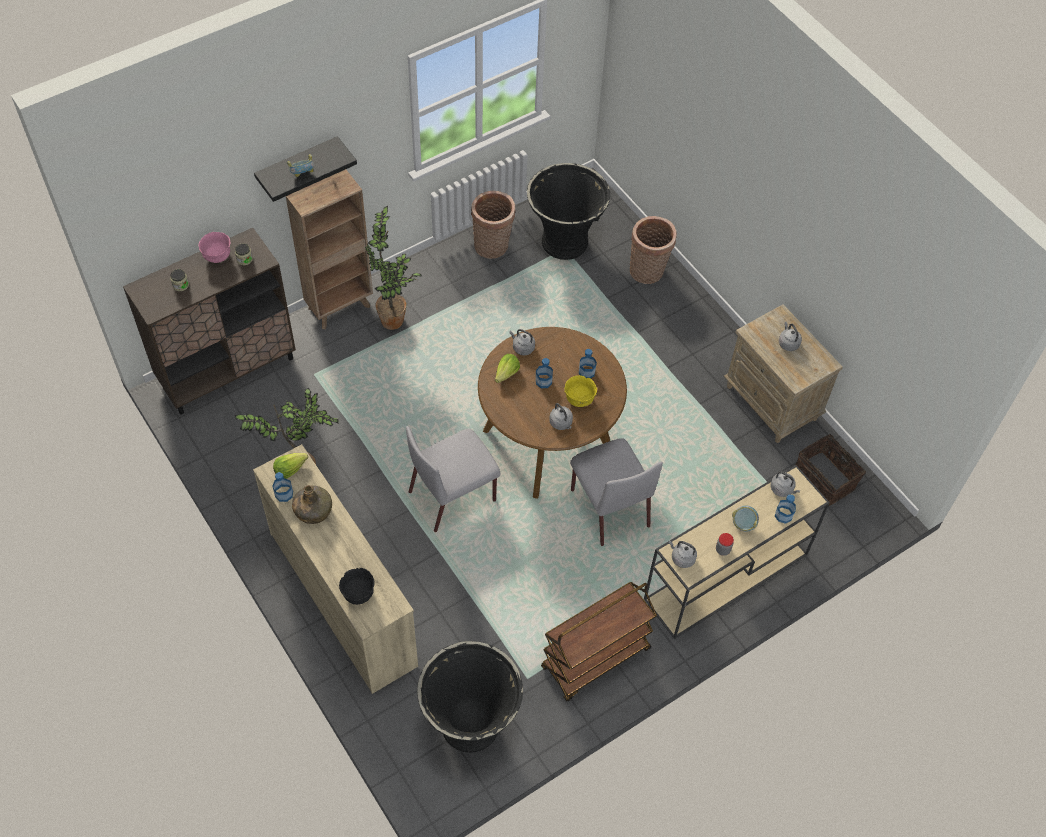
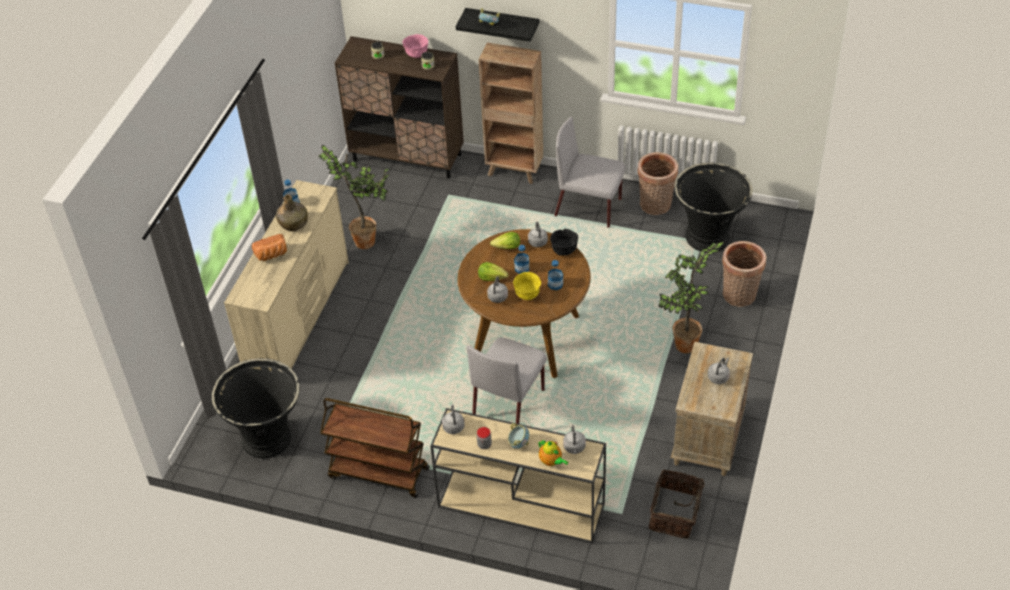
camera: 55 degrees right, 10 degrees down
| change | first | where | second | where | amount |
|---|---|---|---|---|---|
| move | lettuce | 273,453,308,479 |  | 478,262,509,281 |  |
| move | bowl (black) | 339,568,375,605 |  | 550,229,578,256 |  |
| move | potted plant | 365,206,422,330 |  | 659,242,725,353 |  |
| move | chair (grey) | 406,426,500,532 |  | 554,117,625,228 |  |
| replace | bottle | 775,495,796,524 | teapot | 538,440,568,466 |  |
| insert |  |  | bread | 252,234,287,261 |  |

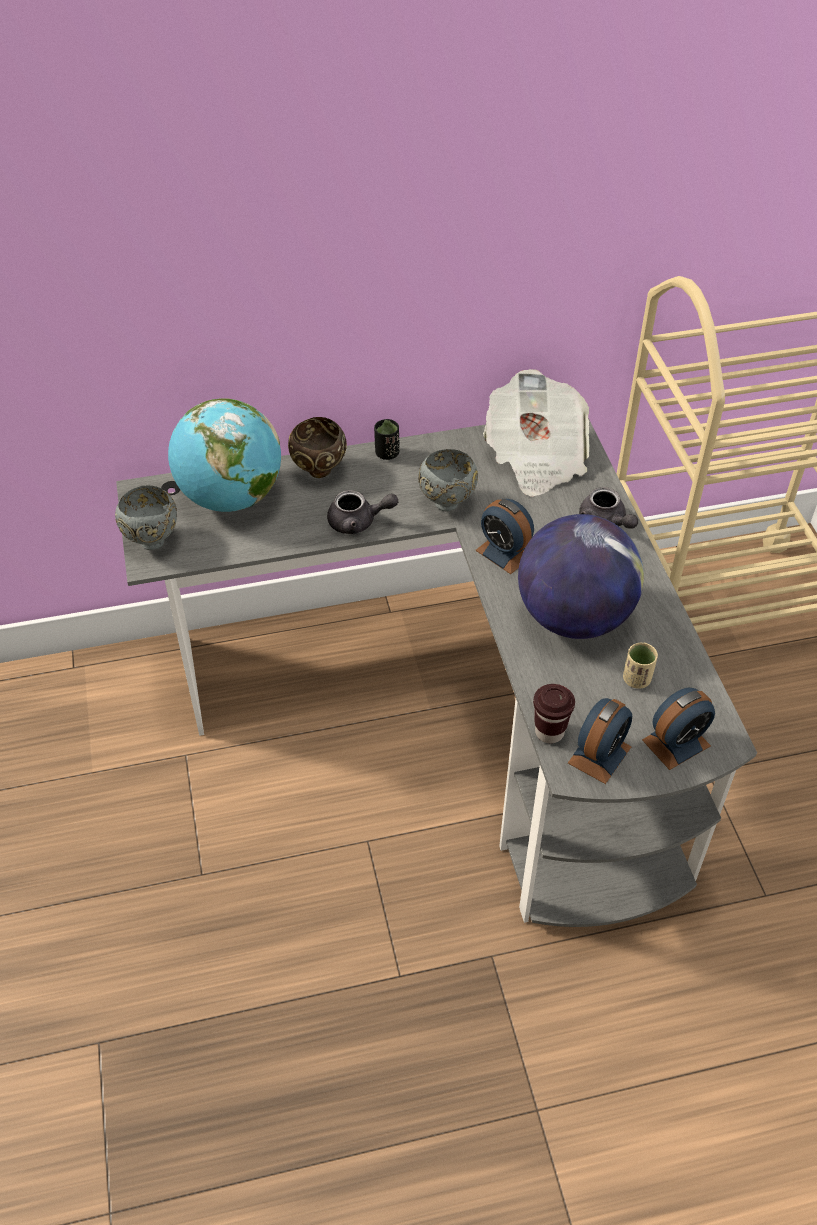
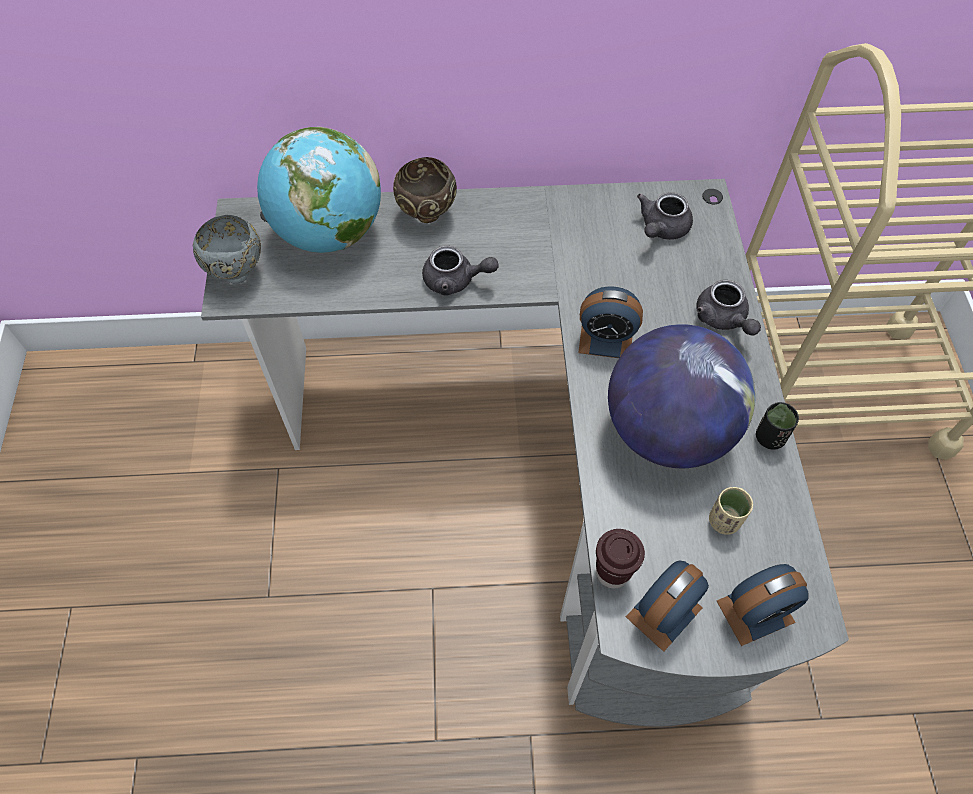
camera: 10 degrees right, 10 degrees up
| change | first | where | second | where | amount |
|---|---|---|---|---|---|
| move | cup (black) | 374,419,399,460 |  | 756,402,799,450 |  |
| delete | bowl (grey) | 418,449,478,512 |  |  |  |
| rotate | alarm clock | 475,499,534,574 |  | 578,286,643,358 | 45 degrees counterclockwise |
| replace | newspaper | 483,369,590,497 | teapot (grey) | 637,192,693,240 |  |

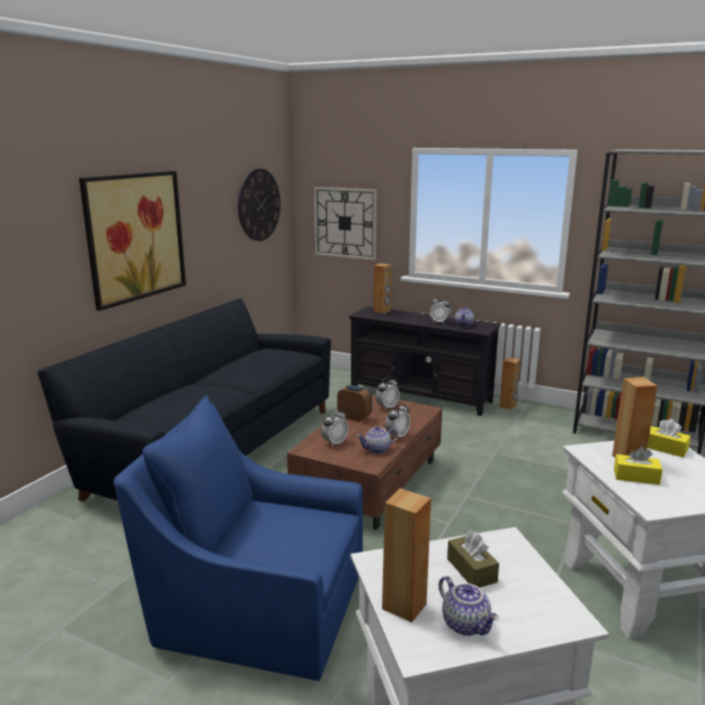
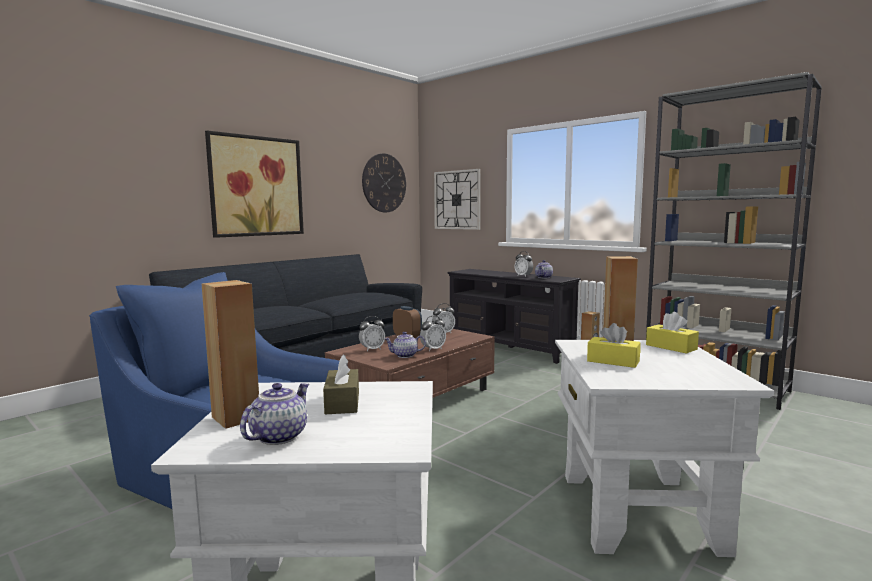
camera: 15 degrees right, 10 degrees down
| change | first | where | second | where | amount |
|---|---|---|---|---|---|
| delete | speaker (brown) | 373,263,391,314 |  |  |  |
| rotate | teapot | 439,576,498,636 |  | 240,383,309,445 | 135 degrees counterclockwise |

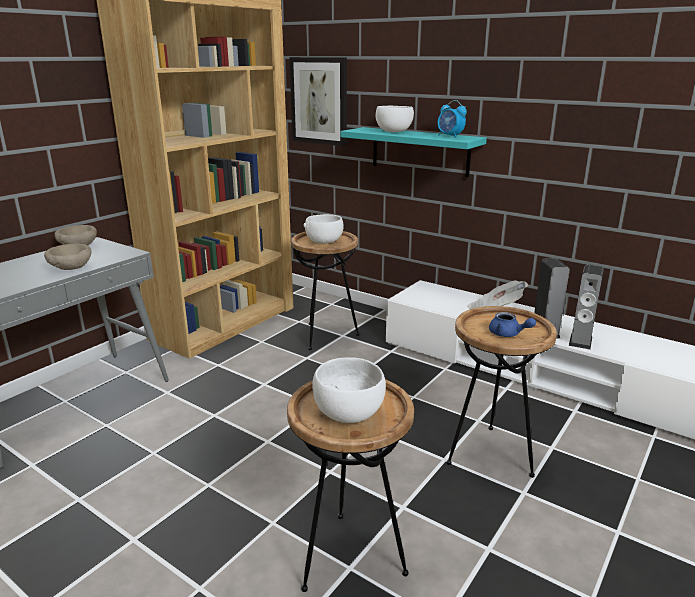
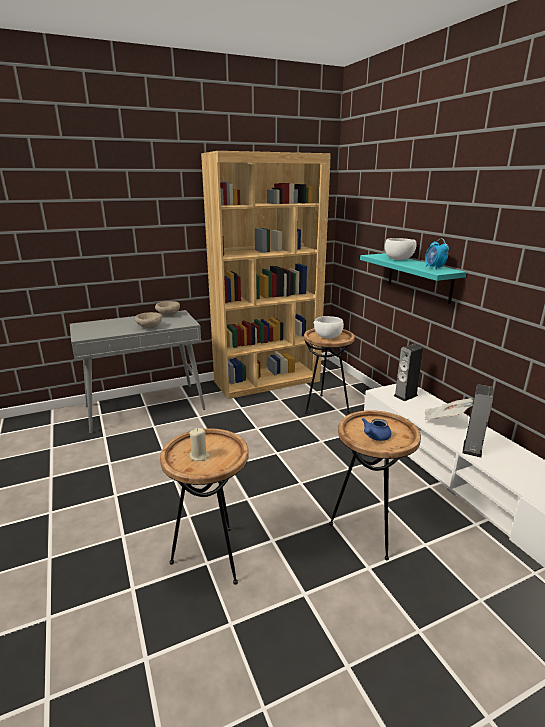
camera: 30 degrees right, 0 degrees up
| change | first | where | second | where | amount |
|---|---|---|---|---|---|
| delete | picture | 289,57,347,146 |  |  |  |
| replace | bowl (white) | 312,357,386,423 | candle (beige) | 189,428,210,461 |  |
| rotate | teapot (blue) | 489,312,536,337 |  | 362,418,391,441 | 60 degrees clockwise |
| move | speaker | 569,265,603,350 |  | 394,344,423,401 |  |

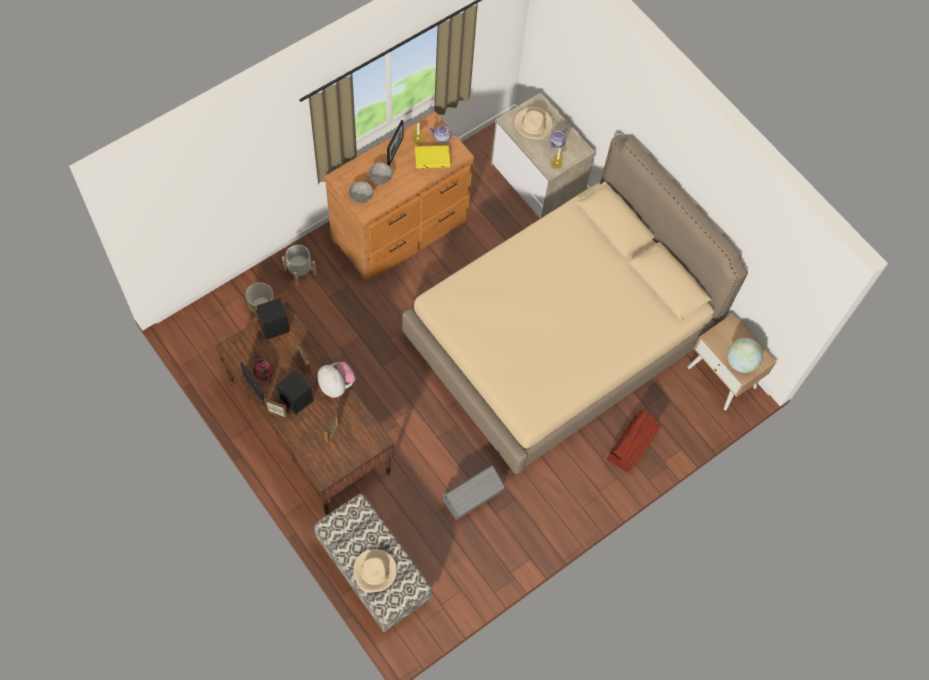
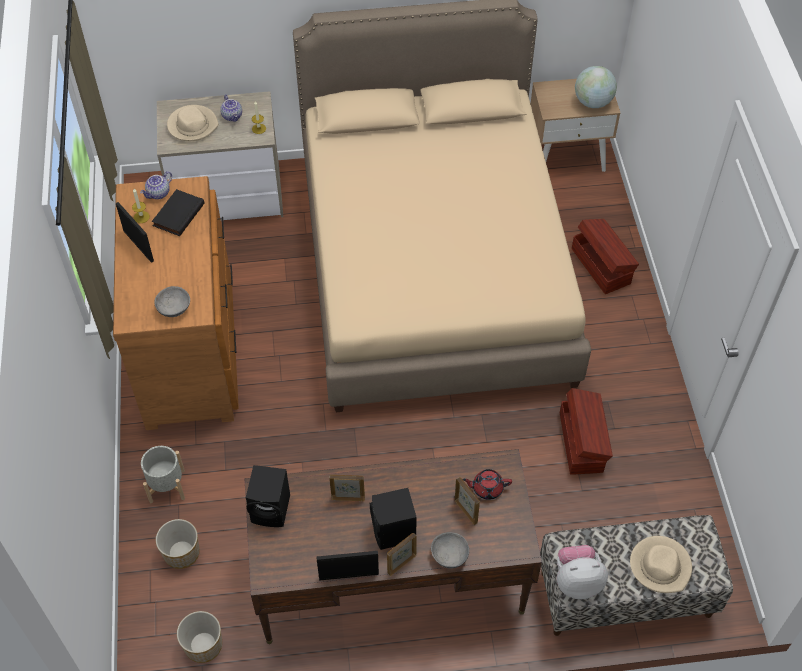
camera: 55 degrees left, 10 degrees down
| change | first | where | second | where | amount |
|---|---|---|---|---|---|
| move | teapot (red) | 253,352,274,381 |  | 462,469,512,500 |  |
| move | plush toy | 317,362,356,398 |  | 557,545,608,599 |  |
| move | bowl (grey) | 369,163,393,185 |  | 431,532,469,569 |  |
| recolor | book (yellow) | 415,145,450,169 | book (black) | 152,189,204,236 |  |
| recolor | storage box (grey) | 443,465,505,520 | storage box (brown) | 560,388,613,475 |  |
| insert |  |  | planter | 177,611,222,663 |  |

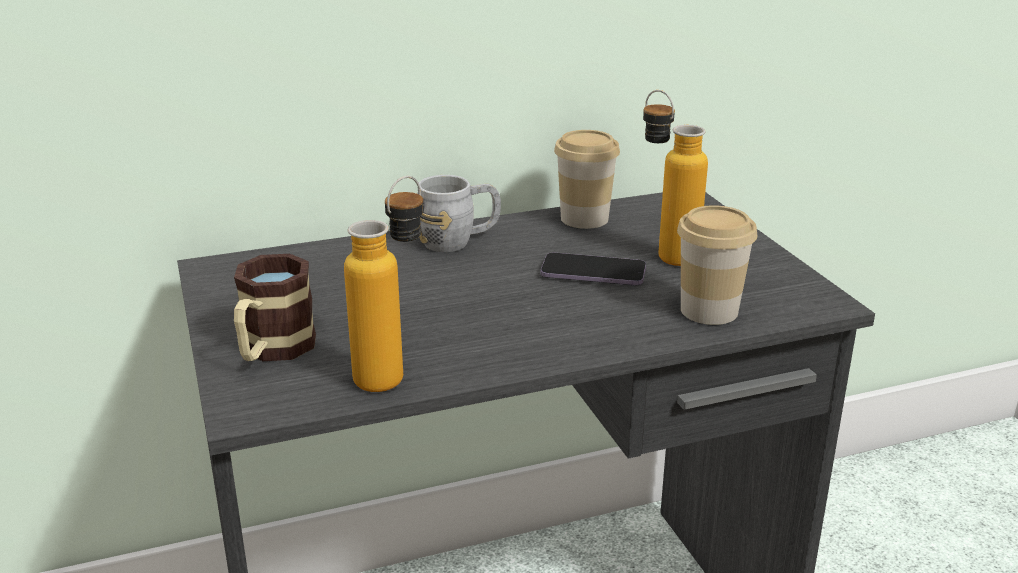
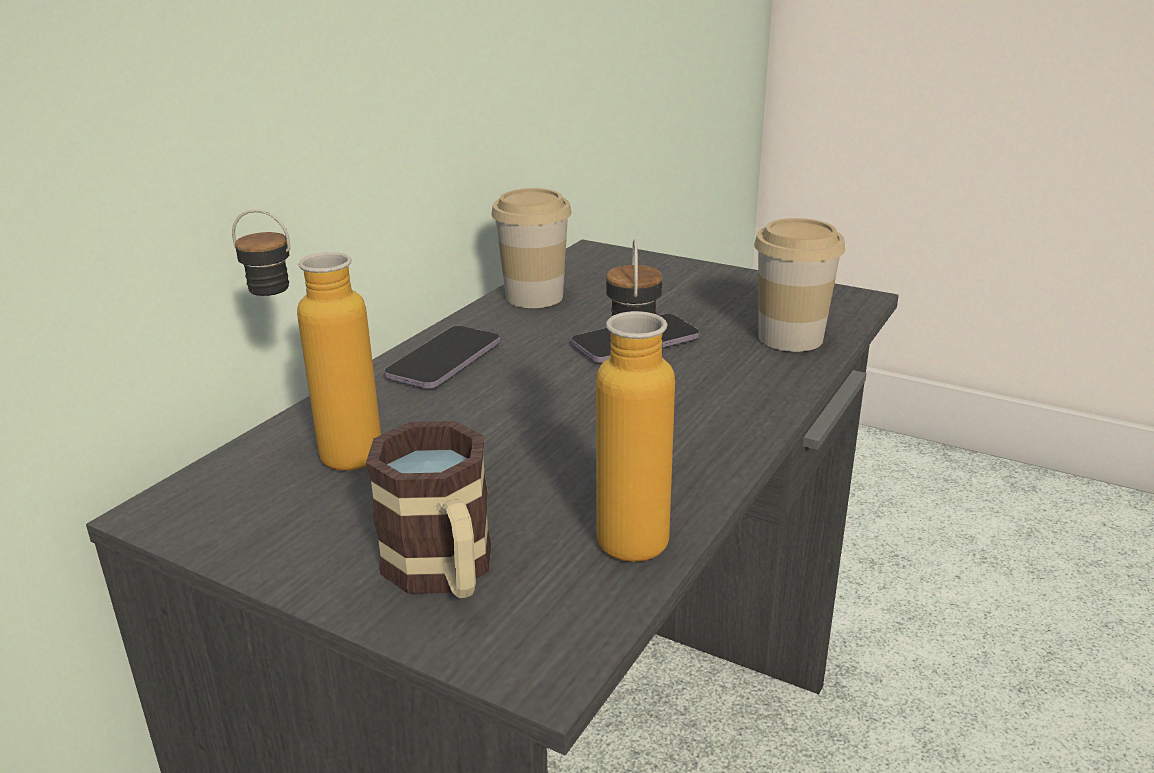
camera: 40 degrees left, 0 degrees up
| change | first | where | second | where | amount |
|---|---|---|---|---|---|
| replace | mug (grey) | 418,175,501,252 | phone | 384,326,500,388 |  |
| move | bottle | 643,90,708,266 |  | 232,209,381,471 |  |

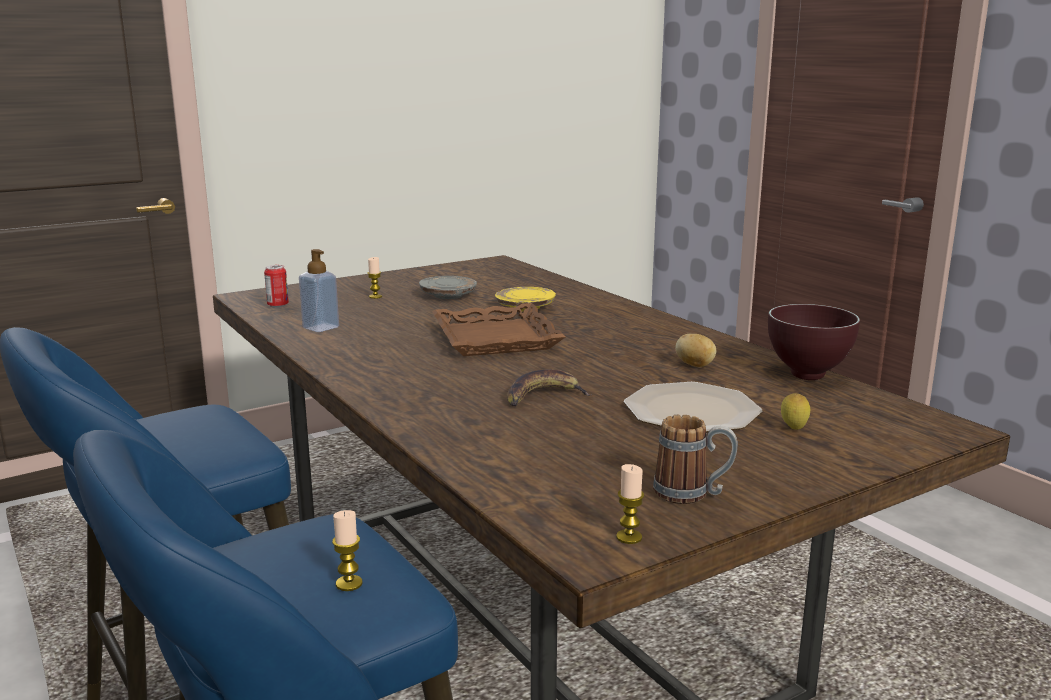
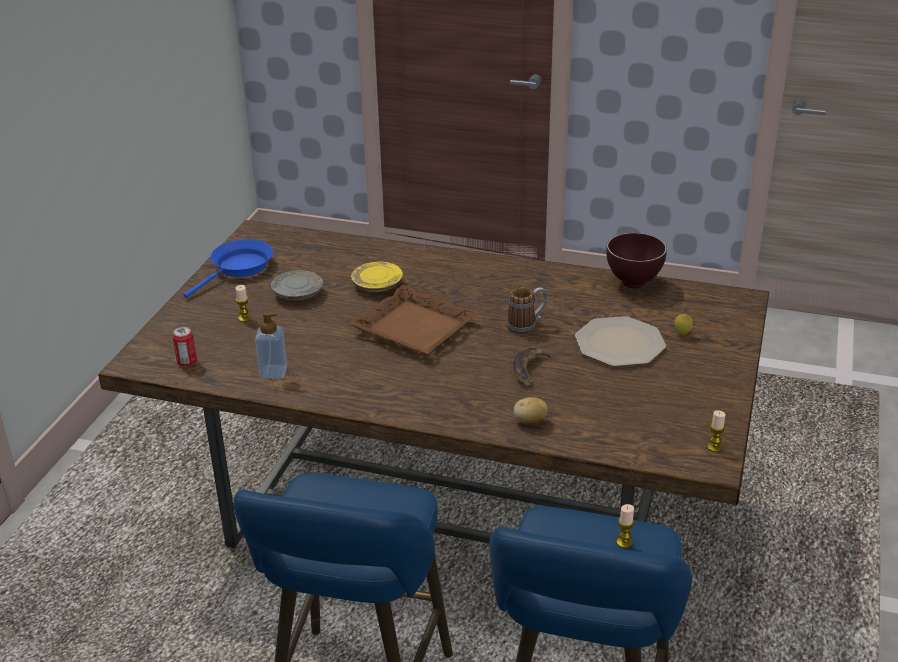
camera: 40 degrees left, 15 degrees up
| change | first | where | second | where | amount |
|---|---|---|---|---|---|
| move | mug | 653,415,738,504 |  | 507,287,548,334 |  |
| move | potato | 675,334,716,367 |  | 513,397,548,423 |  |
| insert |  |  | frying pan (blue) | 183,239,273,298 |  |

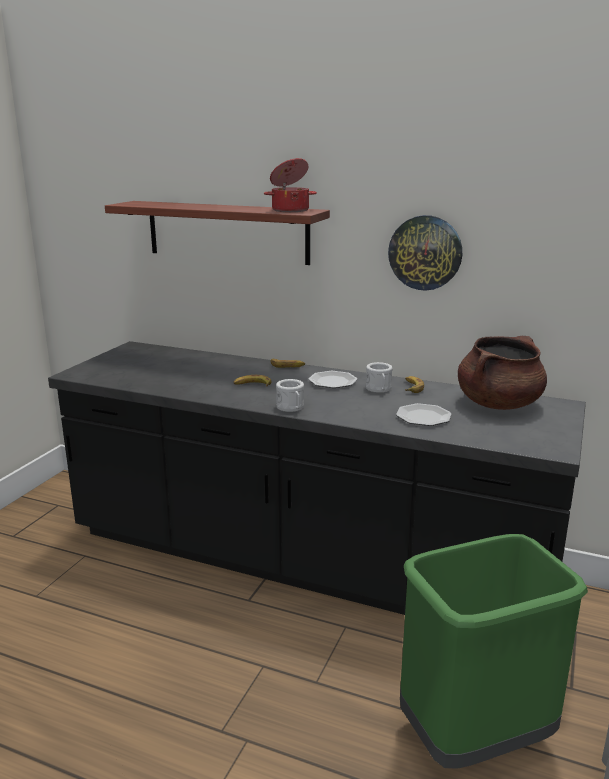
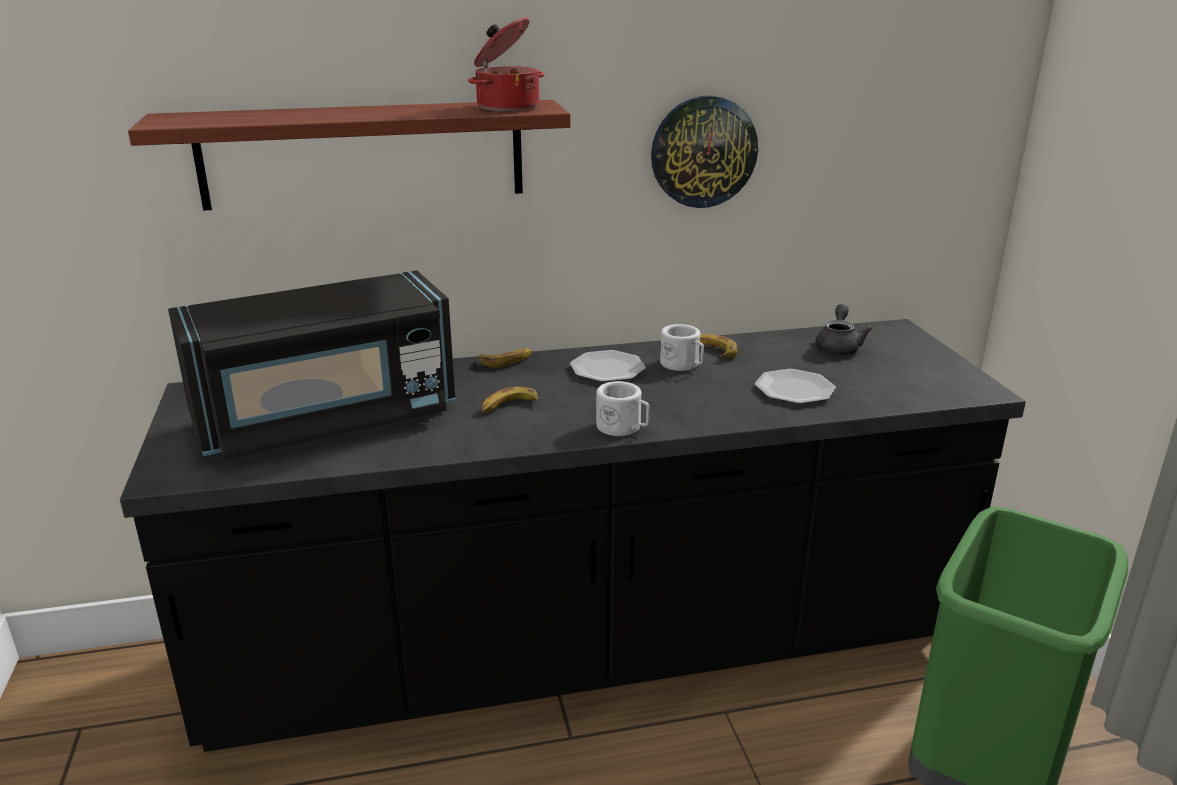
camera: 35 degrees left, 5 degrees up
| change | first | where | second | where | amount |
|---|---|---|---|---|---|
| replace | cooking pot (brown) | 458,336,547,410 | teapot (grey) | 815,304,873,355 |  |
| insert |  |  | microwave (black) | 168,270,456,459 |  |

